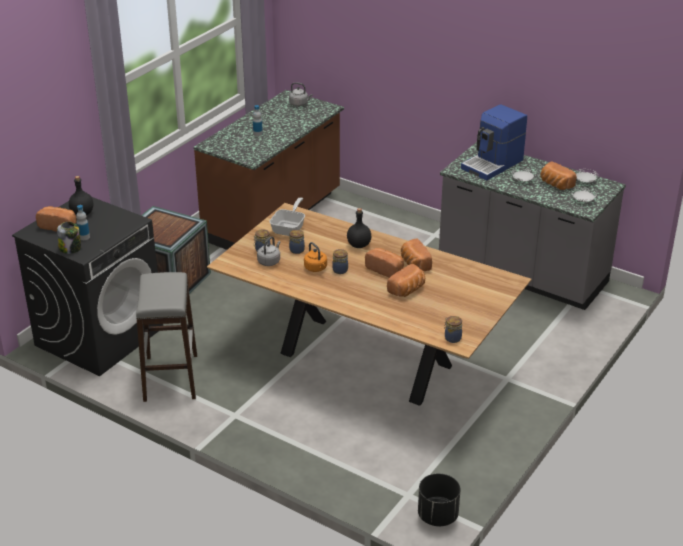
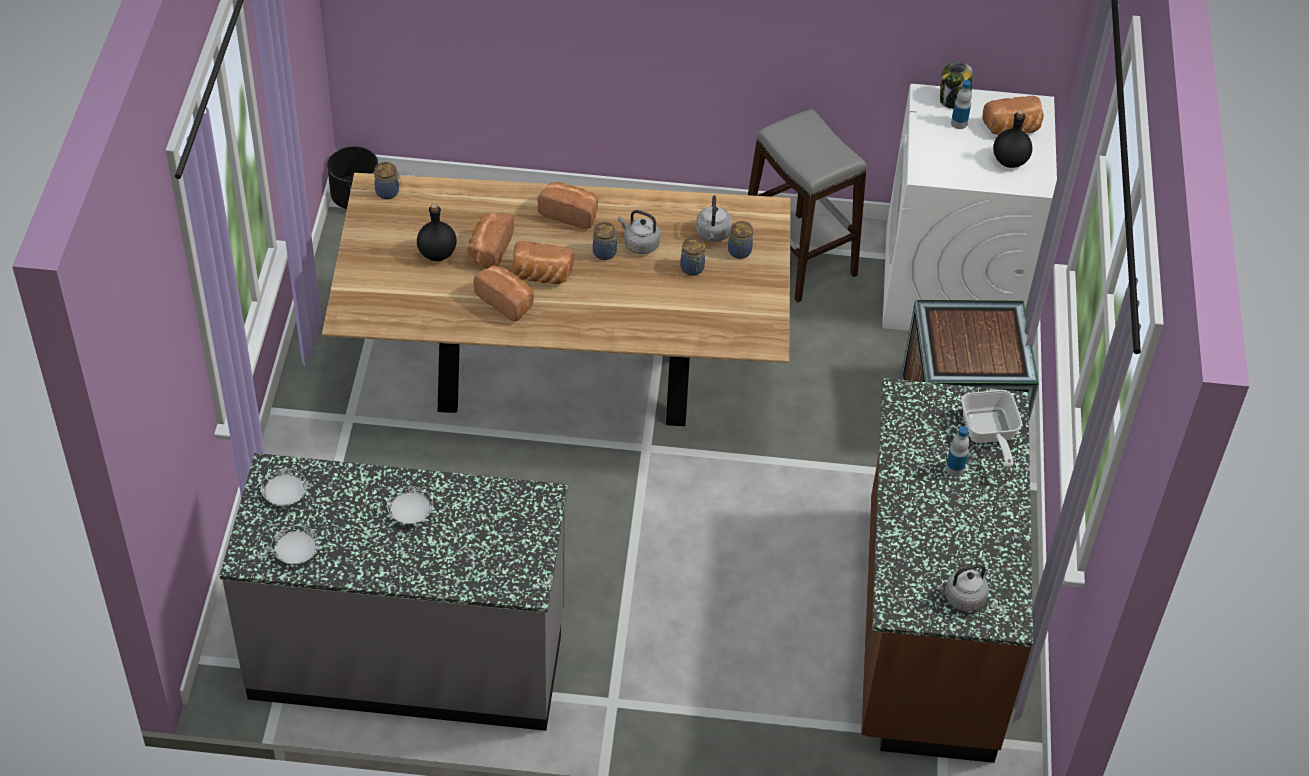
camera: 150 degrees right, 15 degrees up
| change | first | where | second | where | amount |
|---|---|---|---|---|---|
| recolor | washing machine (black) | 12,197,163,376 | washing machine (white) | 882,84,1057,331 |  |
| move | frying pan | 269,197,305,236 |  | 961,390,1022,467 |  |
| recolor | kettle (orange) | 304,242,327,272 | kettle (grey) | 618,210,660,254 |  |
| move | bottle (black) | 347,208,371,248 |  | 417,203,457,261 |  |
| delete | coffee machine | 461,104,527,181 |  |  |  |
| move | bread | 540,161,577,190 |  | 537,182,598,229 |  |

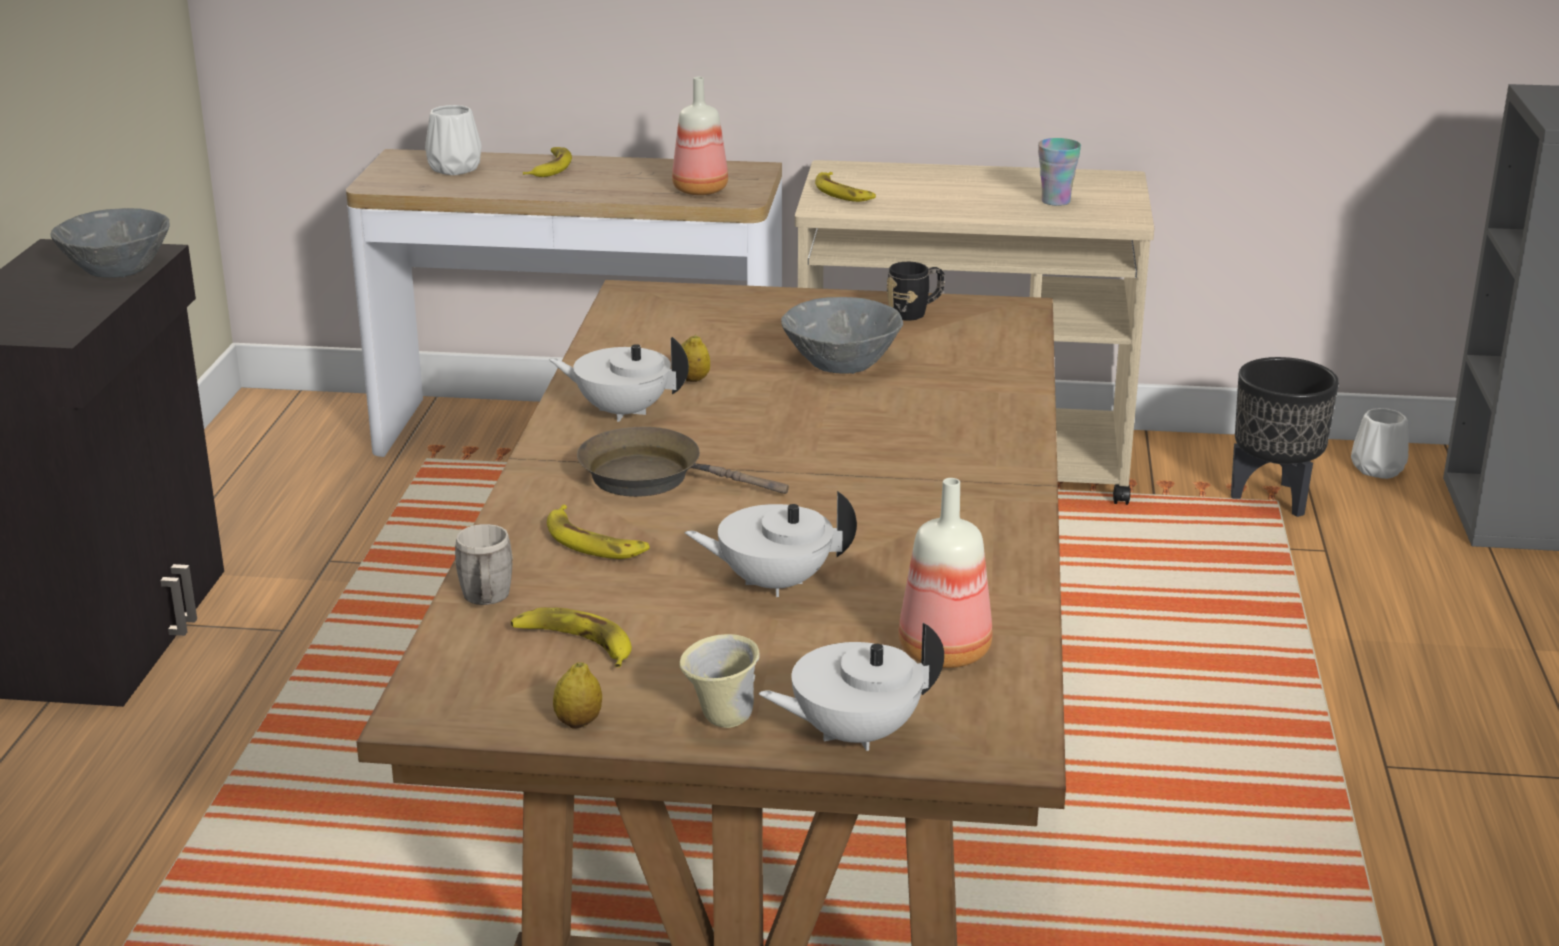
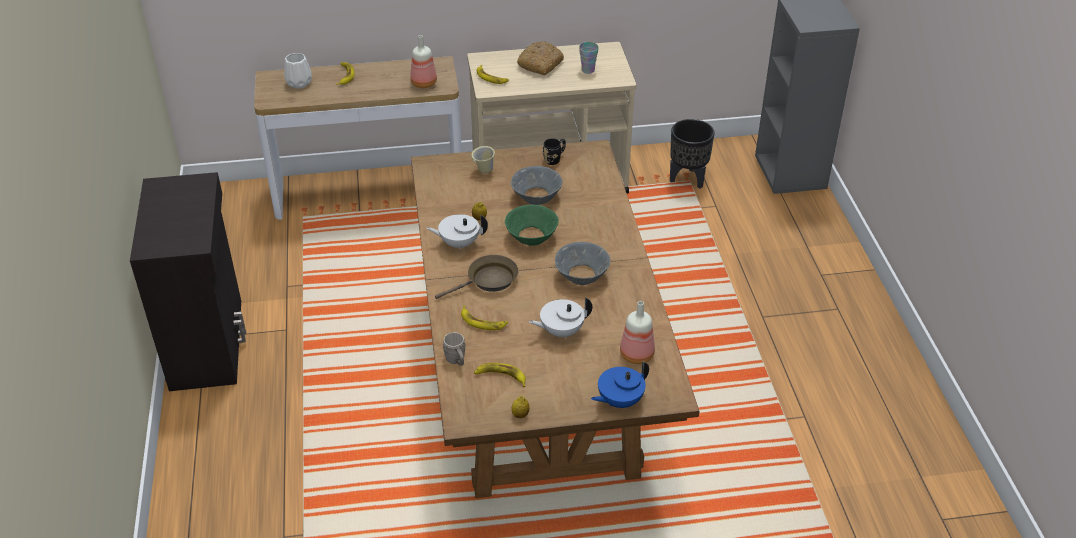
camera: 15 degrees left, 15 degrees up
| change | first | where | second | where | amount |
|---|---|---|---|---|---|
| move | bowl (grey) | 50,208,169,278 |  | 555,242,610,285 |  |
| rotate | frying pan (brown) | 577,427,789,497 |  | 435,255,518,299 | 150 degrees clockwise |
| move | mug (beige) | 679,634,760,728 |  | 471,146,495,173 |  |
| recolor | teapot (white) | 759,623,944,751 | teapot (blue) | 591,361,649,408 |  |
| delete | vase (white) | 1351,408,1408,479 |  |  |  |
| insert |  |  | bowl (green) | 505,205,559,246 |  |
| insert |  |  | bread | 517,41,564,75 |  |

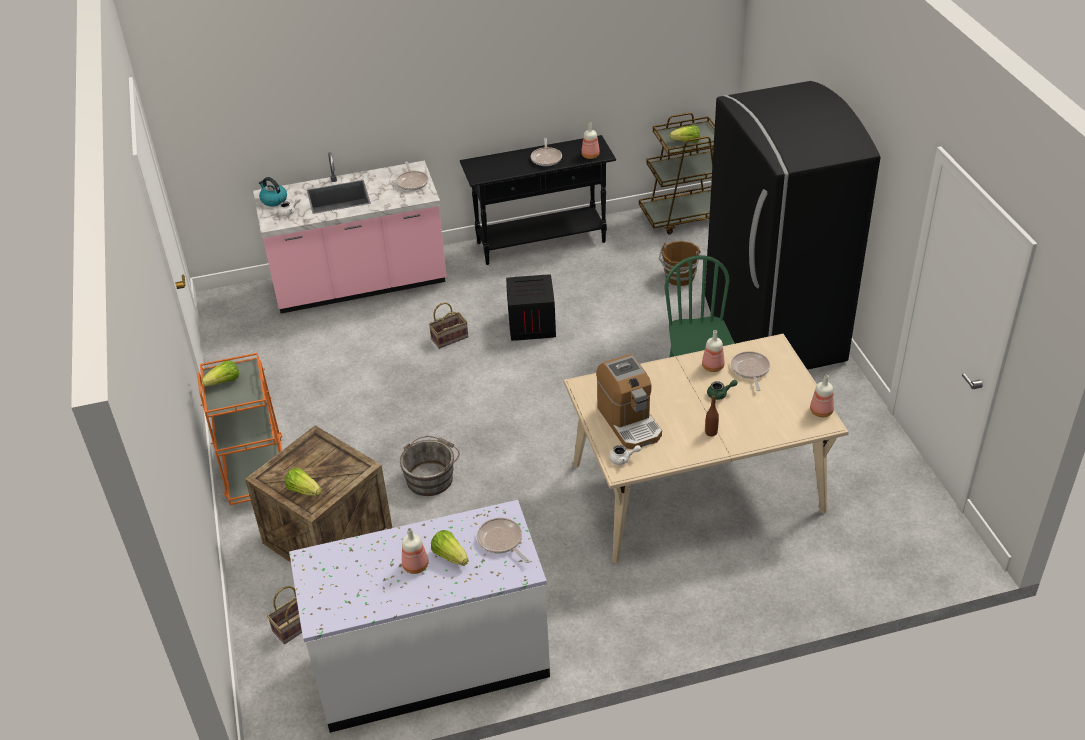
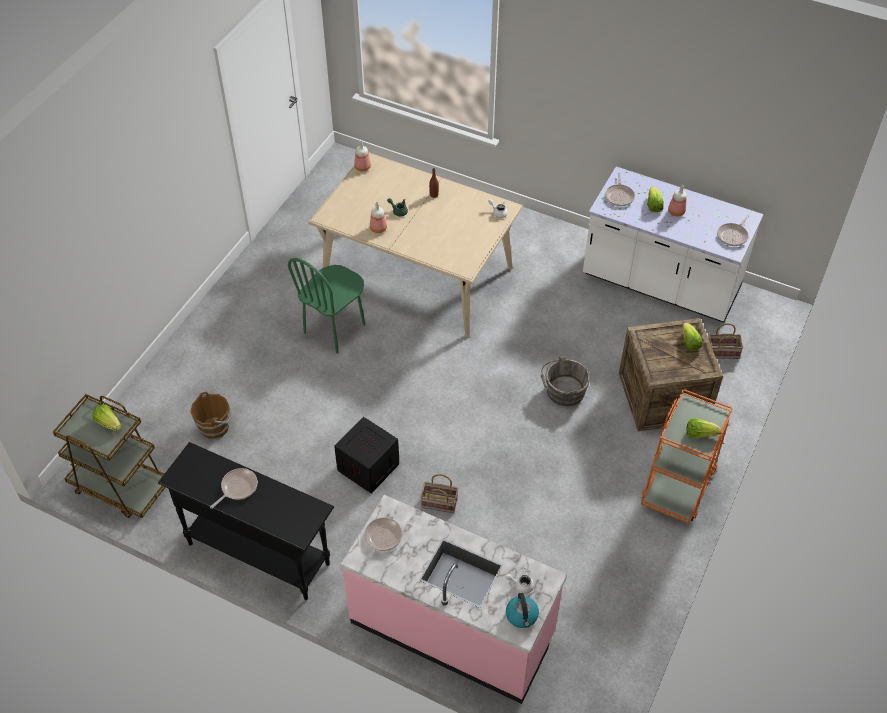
camera: 140 degrees left, 10 degrees up
| change | first | where | second | where | amount |
|---|---|---|---|---|---|
| delete | bottle | 581,122,600,159 |  |  |  |
| delete | coffee machine | 596,354,662,449 |  |  |  |
| delete | fridge (black) | 705,81,881,370 |  |  |  |
| move | frying pan | 731,351,770,391 |  | 717,215,749,246 |  |

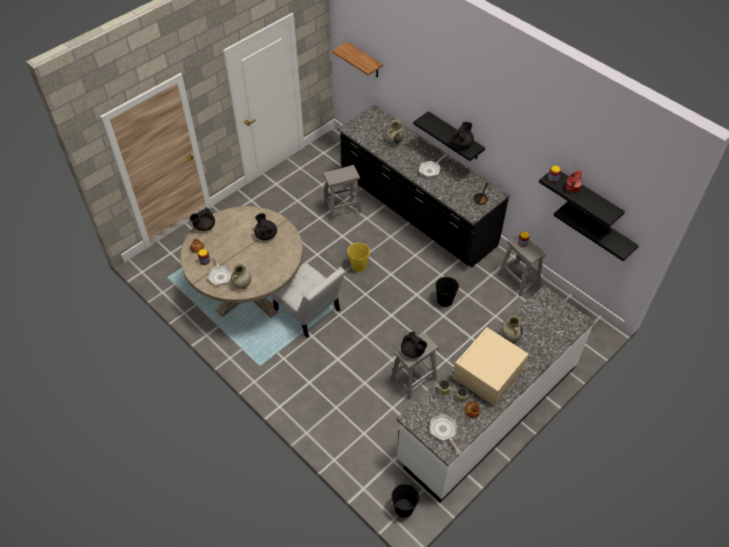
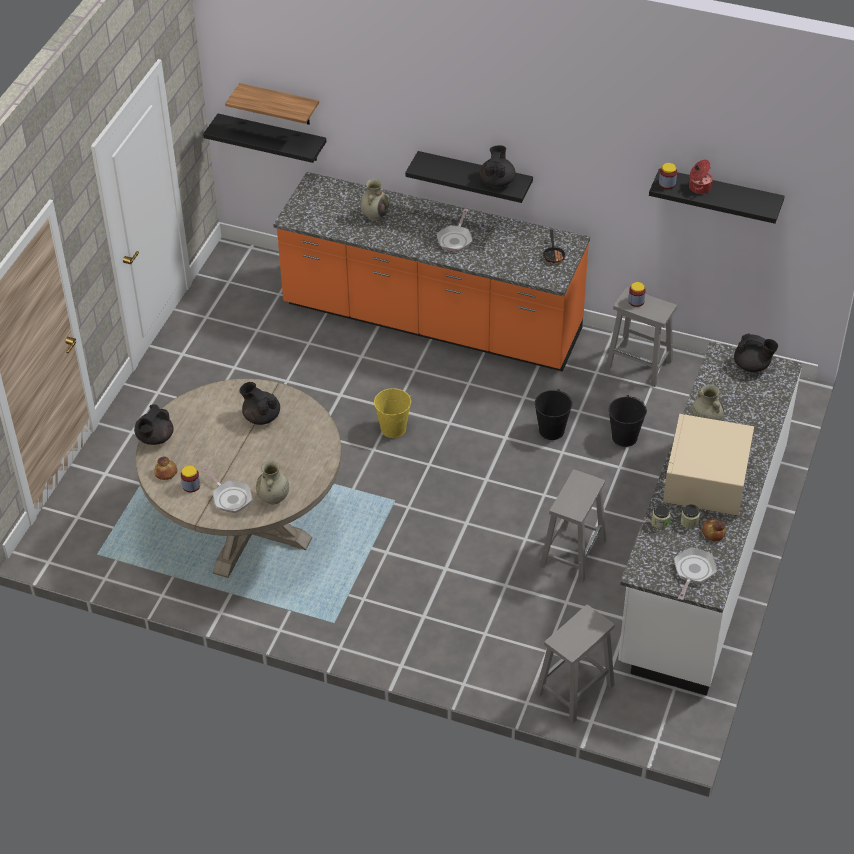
camera: 25 degrees left, 5 degrees down
| change | first | where | second | where | amount |
|---|---|---|---|---|---|
| delete | chair (white) | 271,263,345,338 |  |  |  |
| move | stool (grey) | 323,165,362,221 |  | 535,605,615,723 |  |
| recolor | counter (black) | 338,105,510,267 | counter (orange) | 273,172,590,372 |  |
| move | bucket (black) | 391,484,420,518 |  | 609,395,647,447 |  |
| move | teapot (black) | 401,332,427,358 |  | 734,333,778,372 |  |
| rotate | frying pan | 430,414,462,454 |  | 674,547,717,600 | 75 degrees clockwise |
| move | shelf (black) | 553,202,639,261 |  | 203,114,326,163 |  |

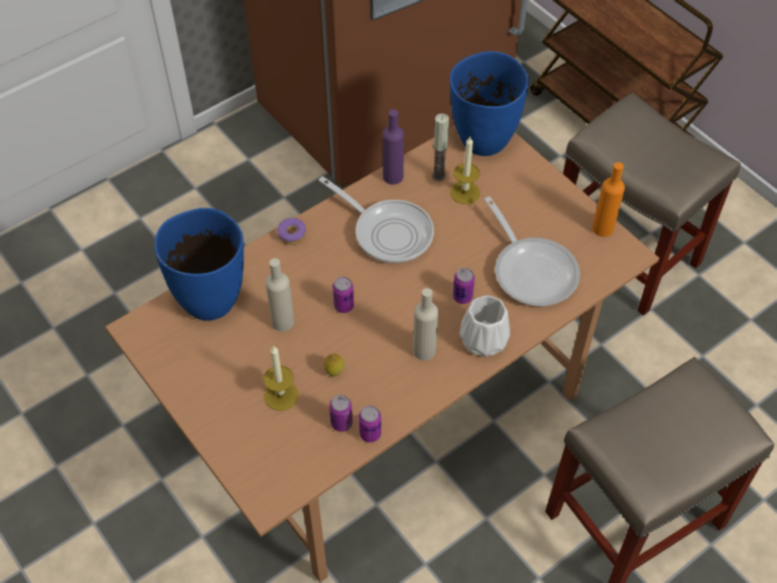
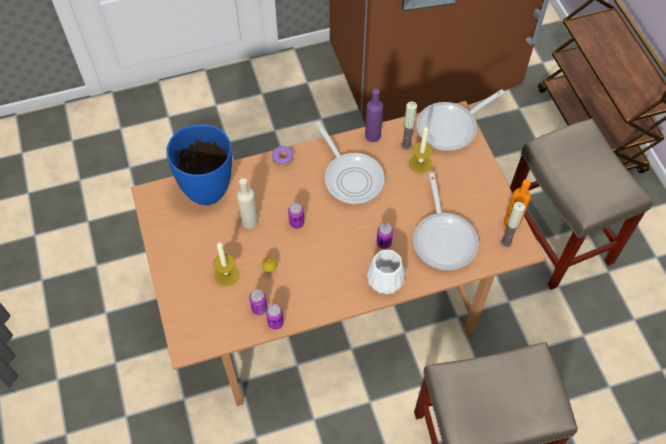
camera: 20 degrees right, 5 degrees up
| change | first | where | second | where | amount |
|---|---|---|---|---|---|
| delete | bottle (beige) | 413,288,438,361 |  |  |  |
| replace | vase (blue) | 450,51,529,156 | frying pan | 417,89,505,151 |  |
| insert |  |  | candle | 501,202,525,247 |  |

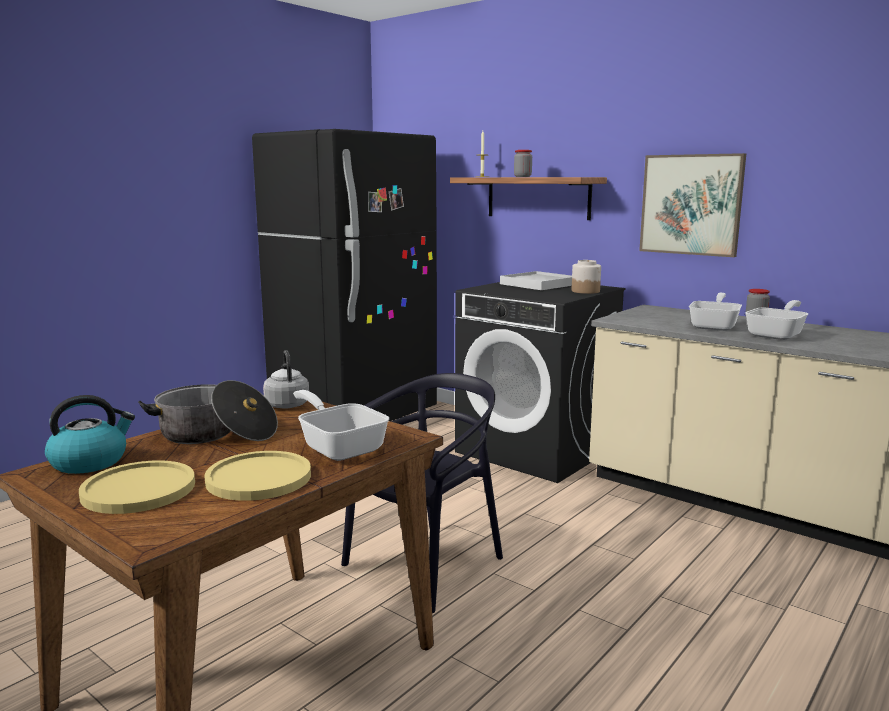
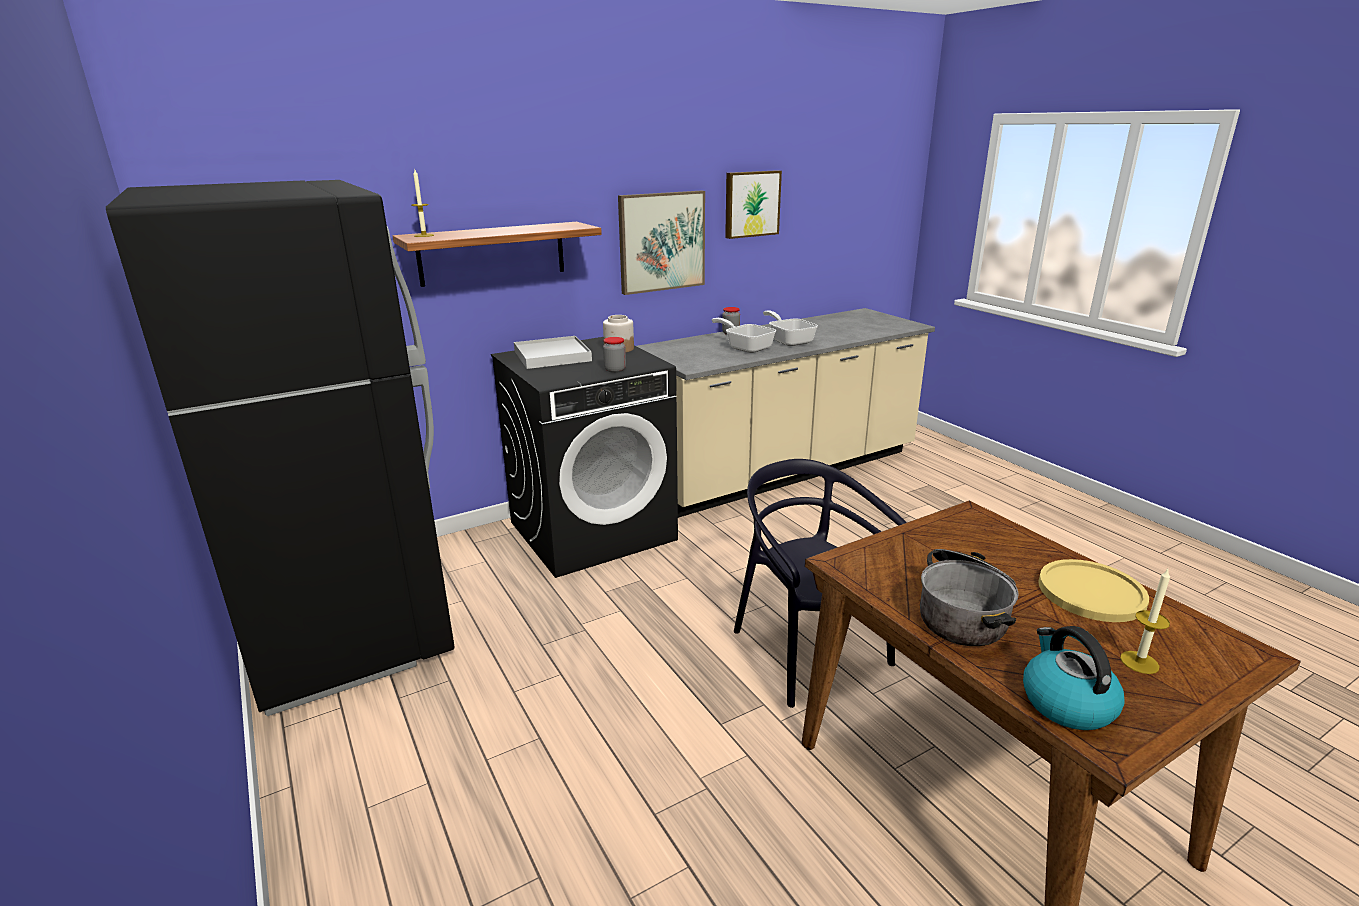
camera: 70 degrees left, 10 degrees up
| change | first | where | second | where | amount |
|---|---|---|---|---|---|
| replace | plate (yellow) | 79,460,195,514 | candle | 1120,569,1170,674 |  |
| delete | kettle (grey) | 263,350,309,409 |  |  |  |
| delete | frying pan | 293,390,389,461 |  |  |  |
| move | jar | 514,150,532,177 |  | 603,337,626,373 |  |
| insert |  |  | picture | 725,170,782,239 |  |

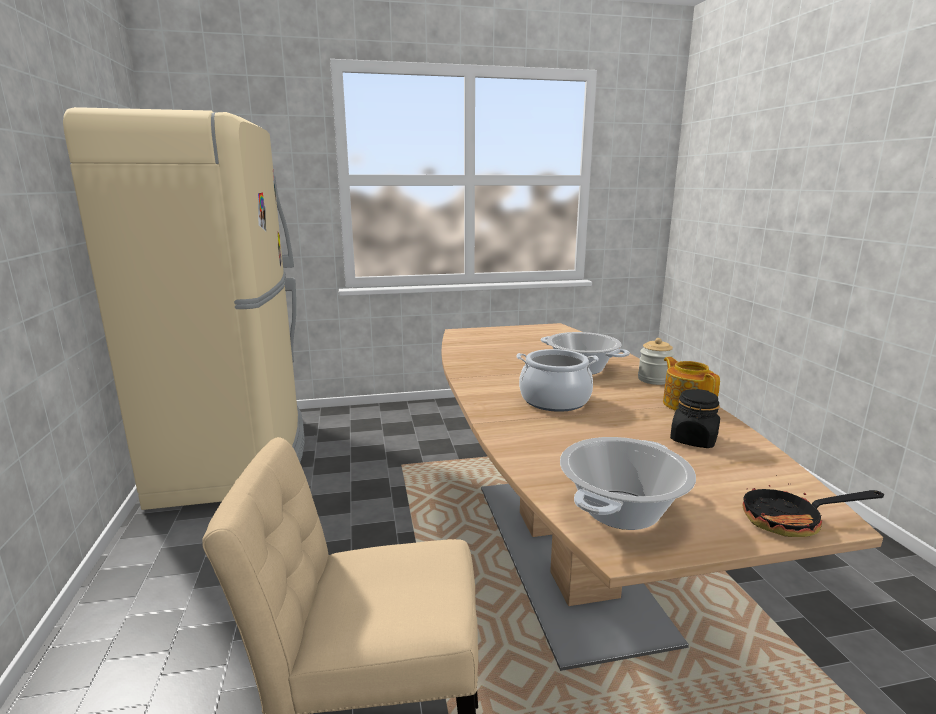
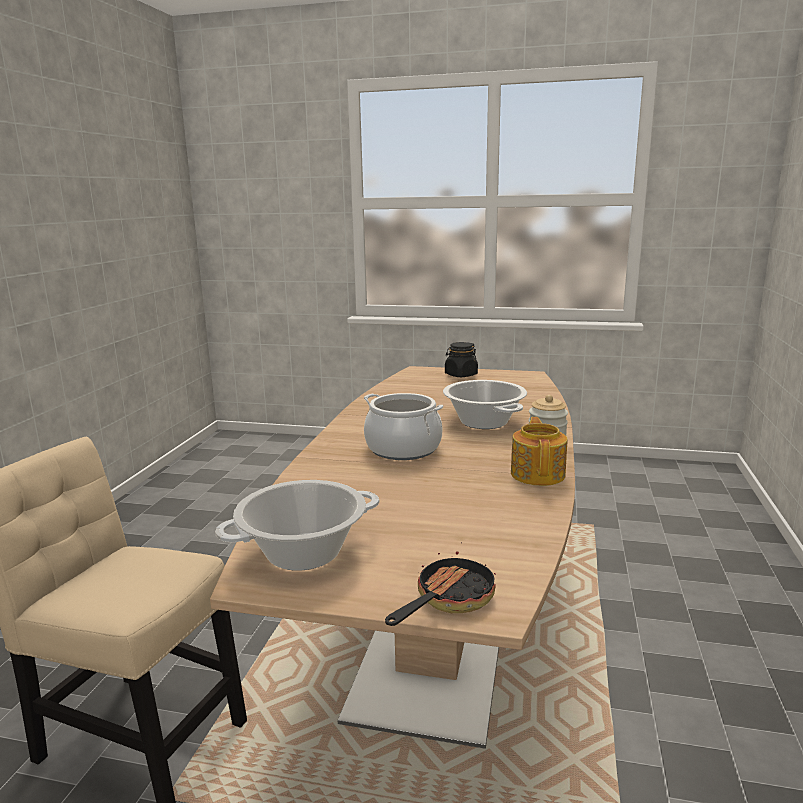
camera: 25 degrees right, 0 degrees up
| change | first | where | second | where | amount |
|---|---|---|---|---|---|
| delete | fridge (beige) | 63,107,304,510 |  |  |  |
| move | jar (black) | 670,389,720,448 |  | 445,342,478,377 |  |
| rotate | frying pan | 743,475,884,537 |  | 385,551,496,626 | 105 degrees clockwise |

